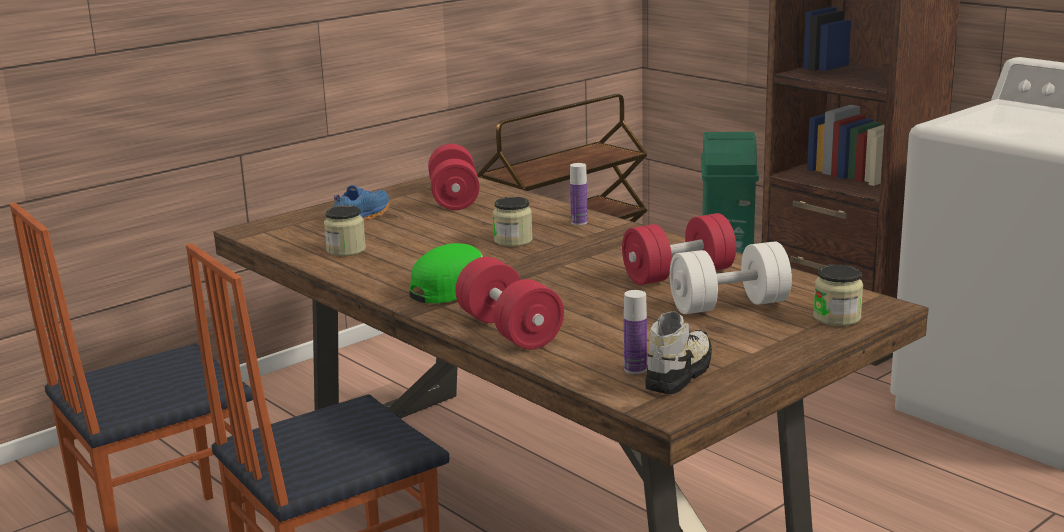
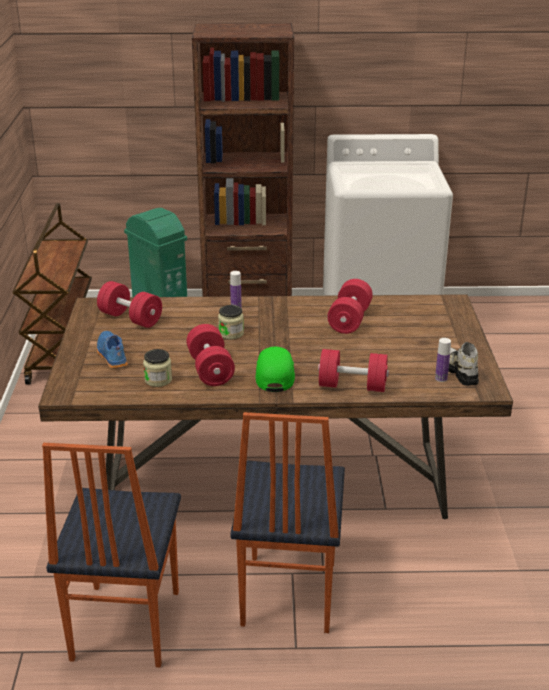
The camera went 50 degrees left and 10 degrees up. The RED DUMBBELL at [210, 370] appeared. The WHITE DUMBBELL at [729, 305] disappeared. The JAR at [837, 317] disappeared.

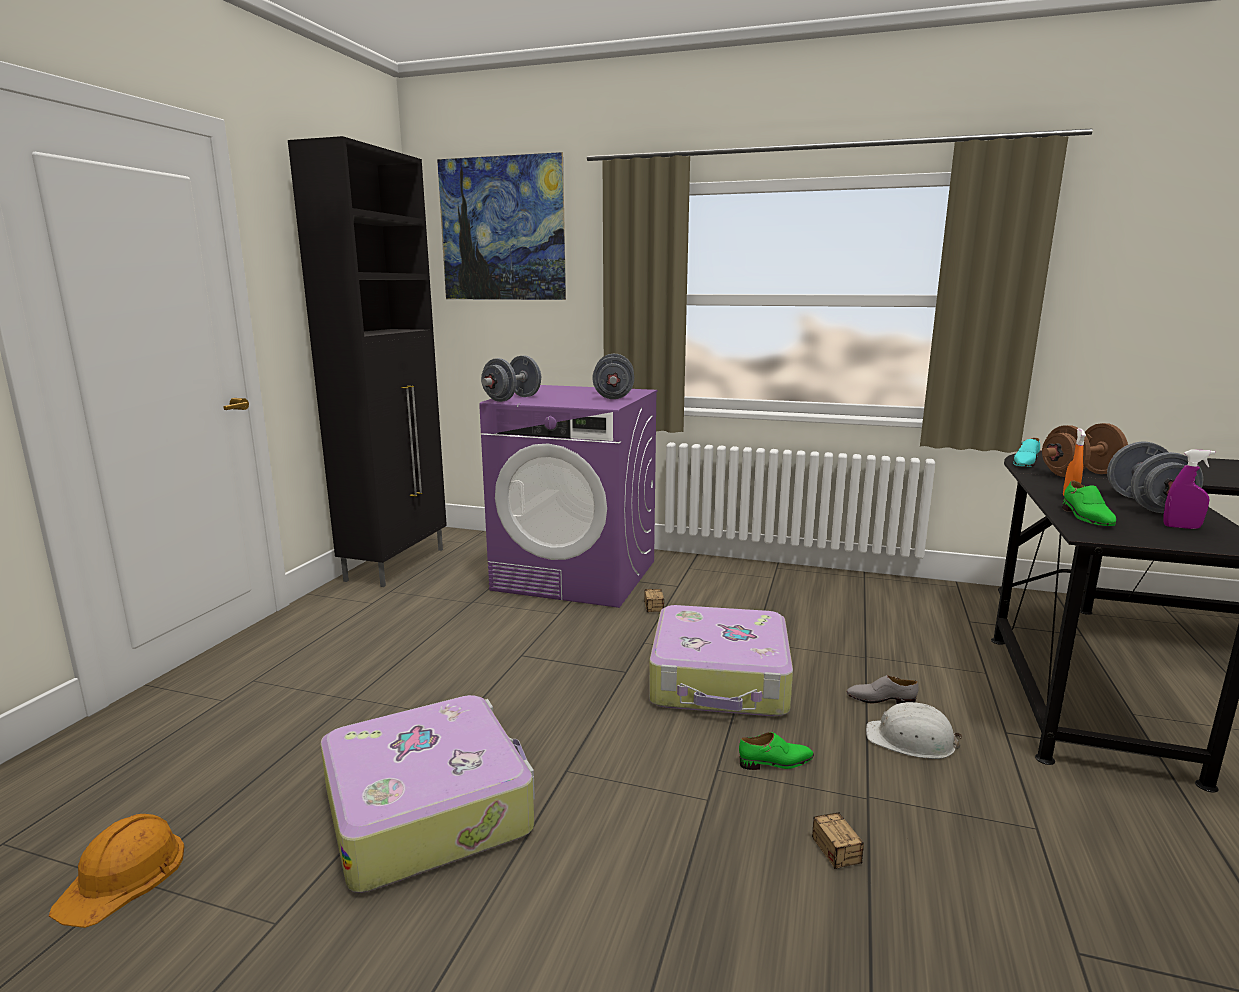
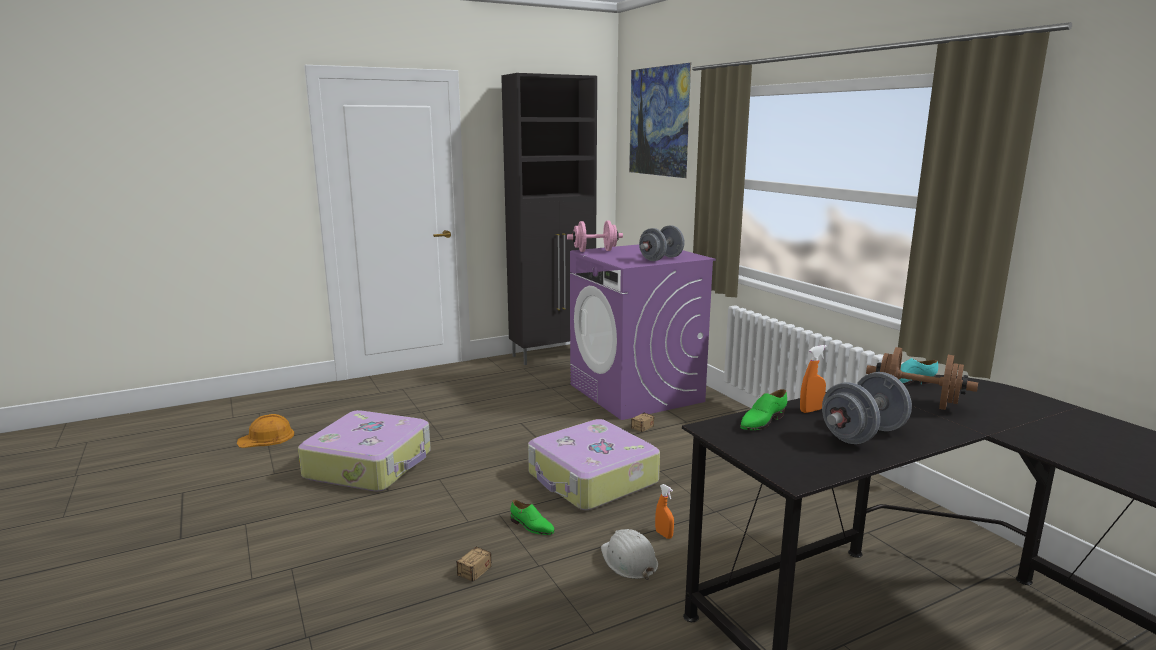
The camera went 45 degrees right and 0 degrees up. The GREY DUMBBELL at [512, 399] became the PINK DUMBBELL at [595, 251]. The GREY SHOE at [880, 699] was replaced by the ORANGE SPRAY BOTTLE at [664, 534]. The PURPLE SPRAY BOTTLE at [1181, 527] disappeared.

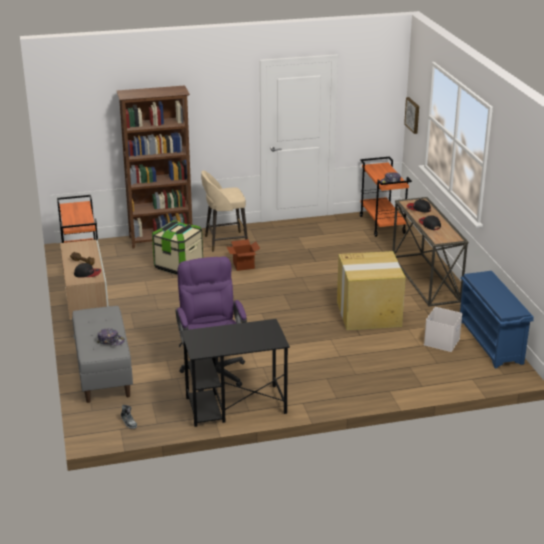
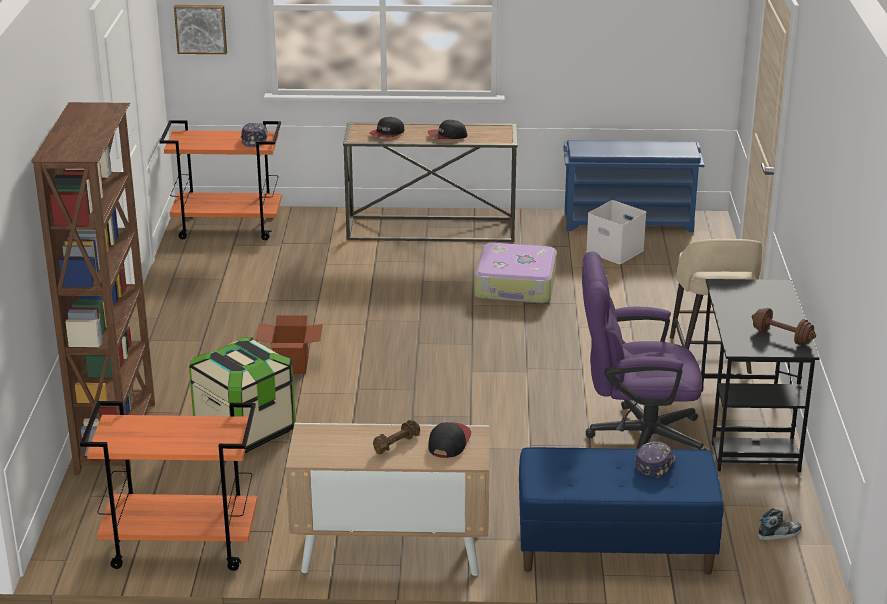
The camera went 75 degrees left and 0 degrees up. The CARDBOARD BOX at [369, 314] was replaced by the SUITCASE at [516, 286]. The GREY BENCH at [103, 372] became the BLUE BENCH at [614, 549]. The BEIGE STOOL moved from [224, 242] to [710, 356]. The BROWN DUMBBELL at [782, 337] appeared.

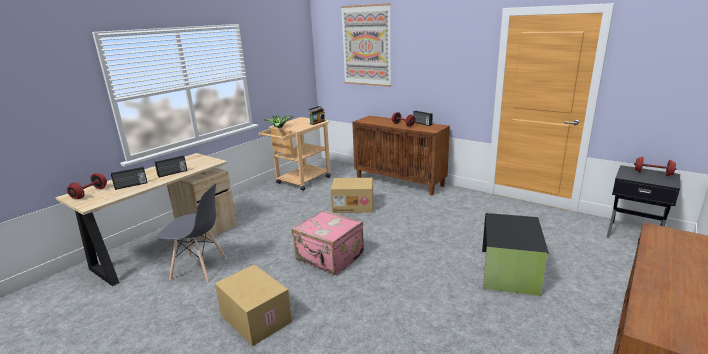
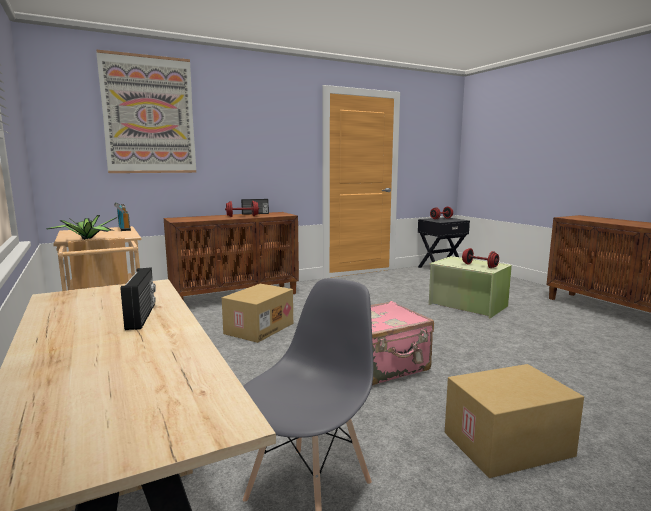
The camera went 65 degrees left and 10 degrees down. The BLACK STORAGE BOX at [510, 271] became the GREEN STORAGE BOX at [467, 305]. The RED DUMBBELL moved from [89, 193] to [479, 266]. The RADIO at [131, 185] disappeared.

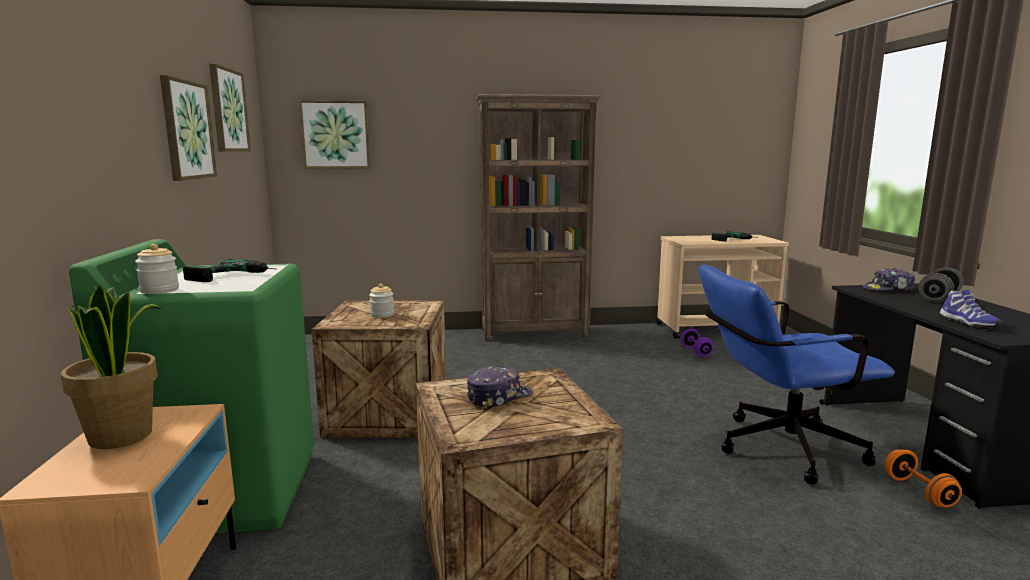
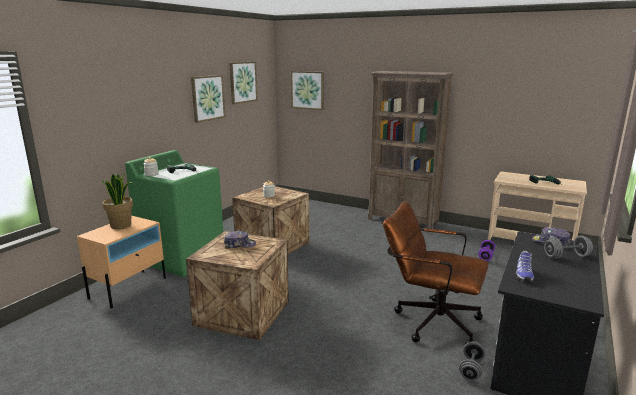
The camera went 35 degrees right and 5 degrees up. The BLUE OFFICE CHAIR at [776, 448] became the BROWN OFFICE CHAIR at [430, 320]. The ORANGE DUMBBELL at [919, 492] became the GREY DUMBBELL at [471, 369].

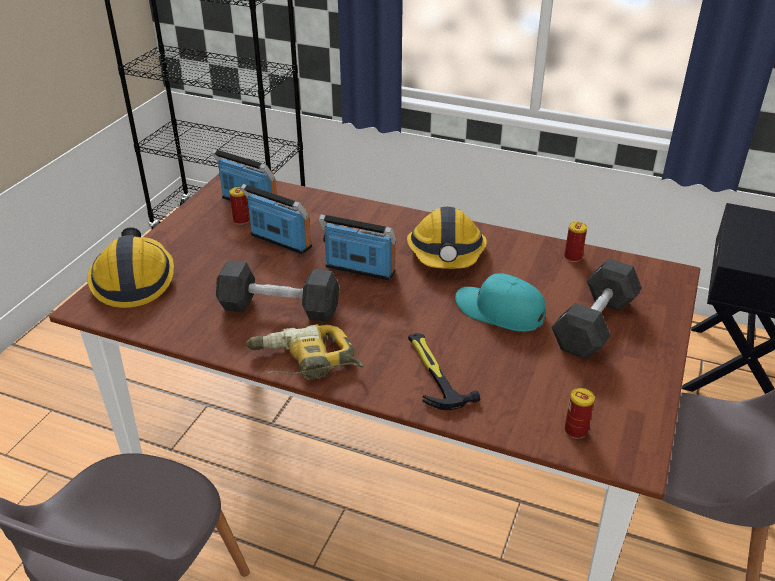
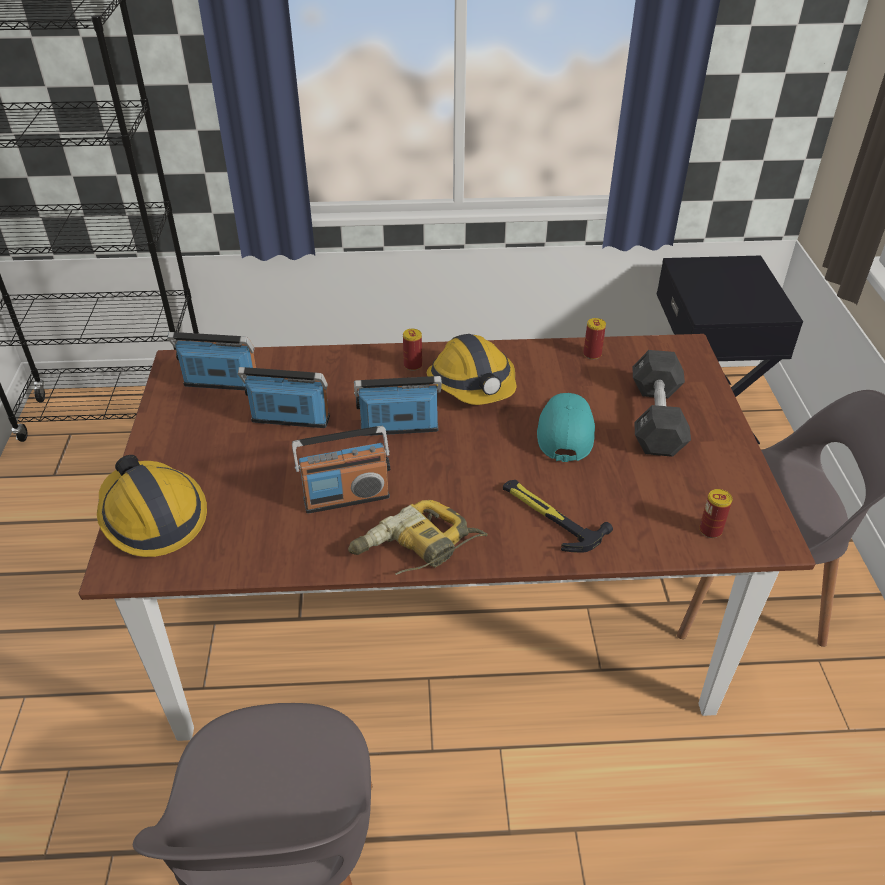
The camera went 25 degrees left and 5 degrees up. The BLACK DUMBBELL at [279, 308] was replaced by the RADIO at [346, 497]. The CAN moved from [241, 220] to [413, 365]. The TURQUOISE CAP at [499, 311] turned 90 degrees clockwise.

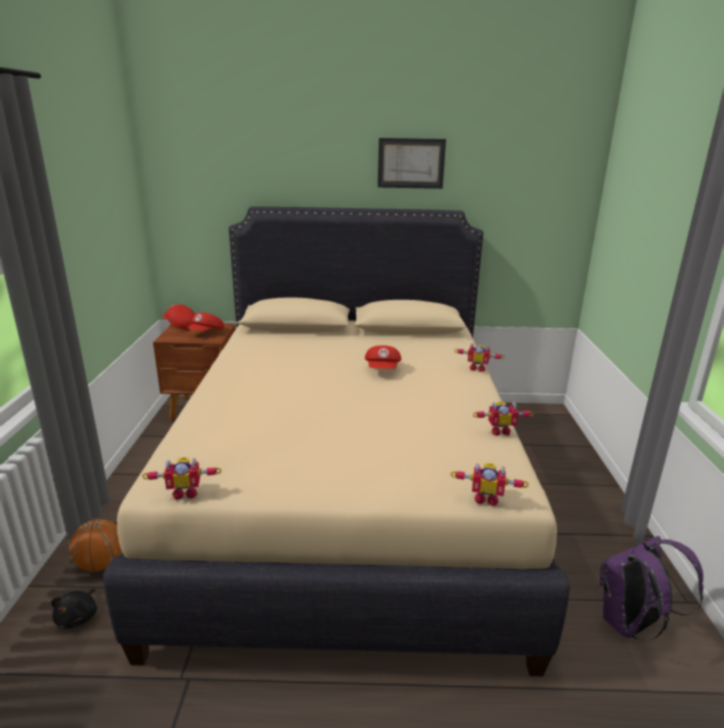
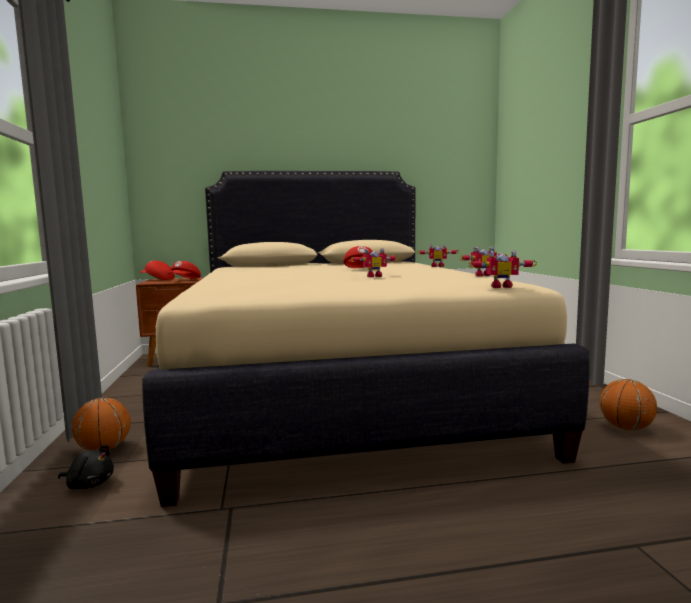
The camera went 10 degrees left and 15 degrees down. The BLACK PLUSH TOY at [78, 617] turned 75 degrees counterclockwise. The TOY ROBOT moved from [185, 492] to [373, 276]. The PURPLE BACKPACK at [631, 625] was replaced by the BASKETBALL at [626, 428]. The PICTURE at [411, 163] disappeared.

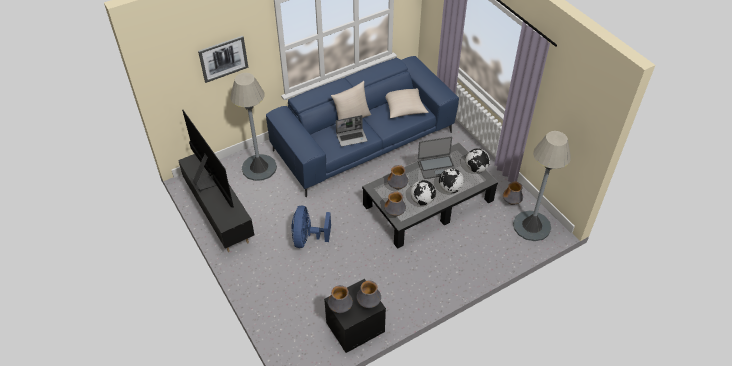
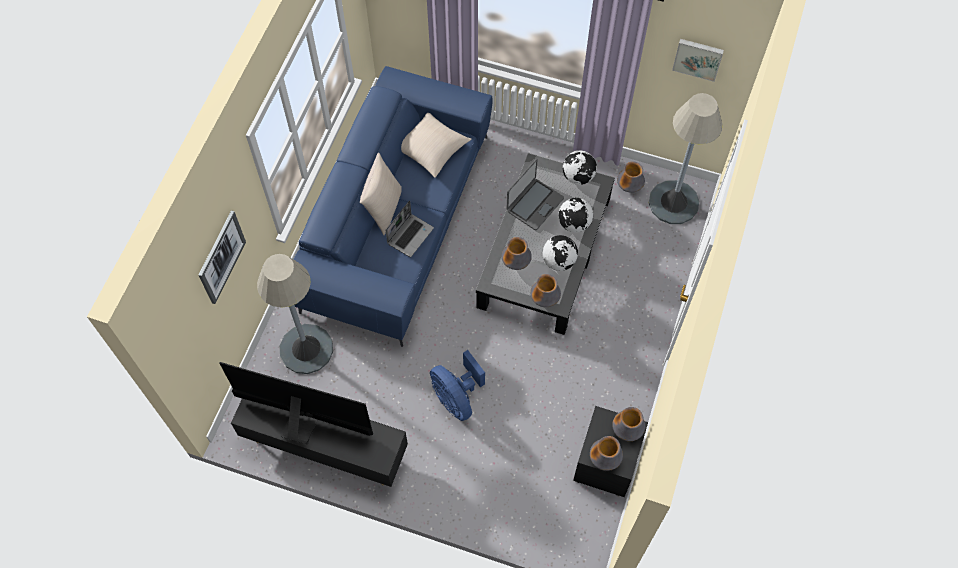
The camera went 40 degrees left and 15 degrees up. The PICTURE at [698, 58] appeared.

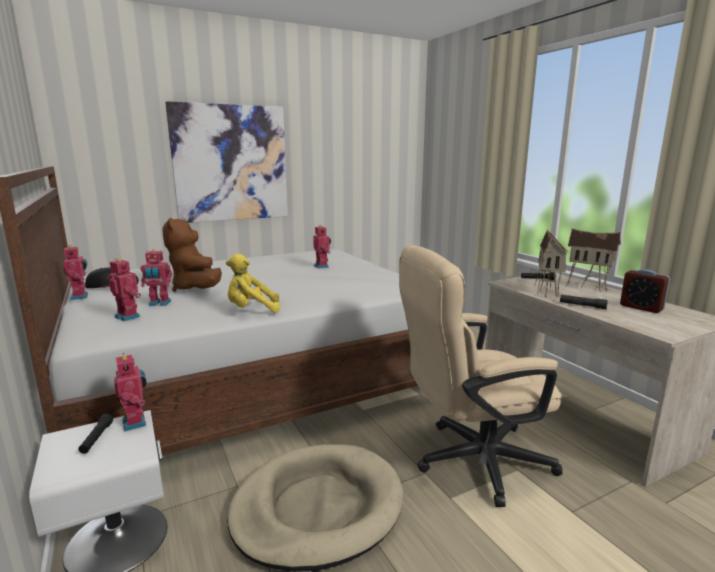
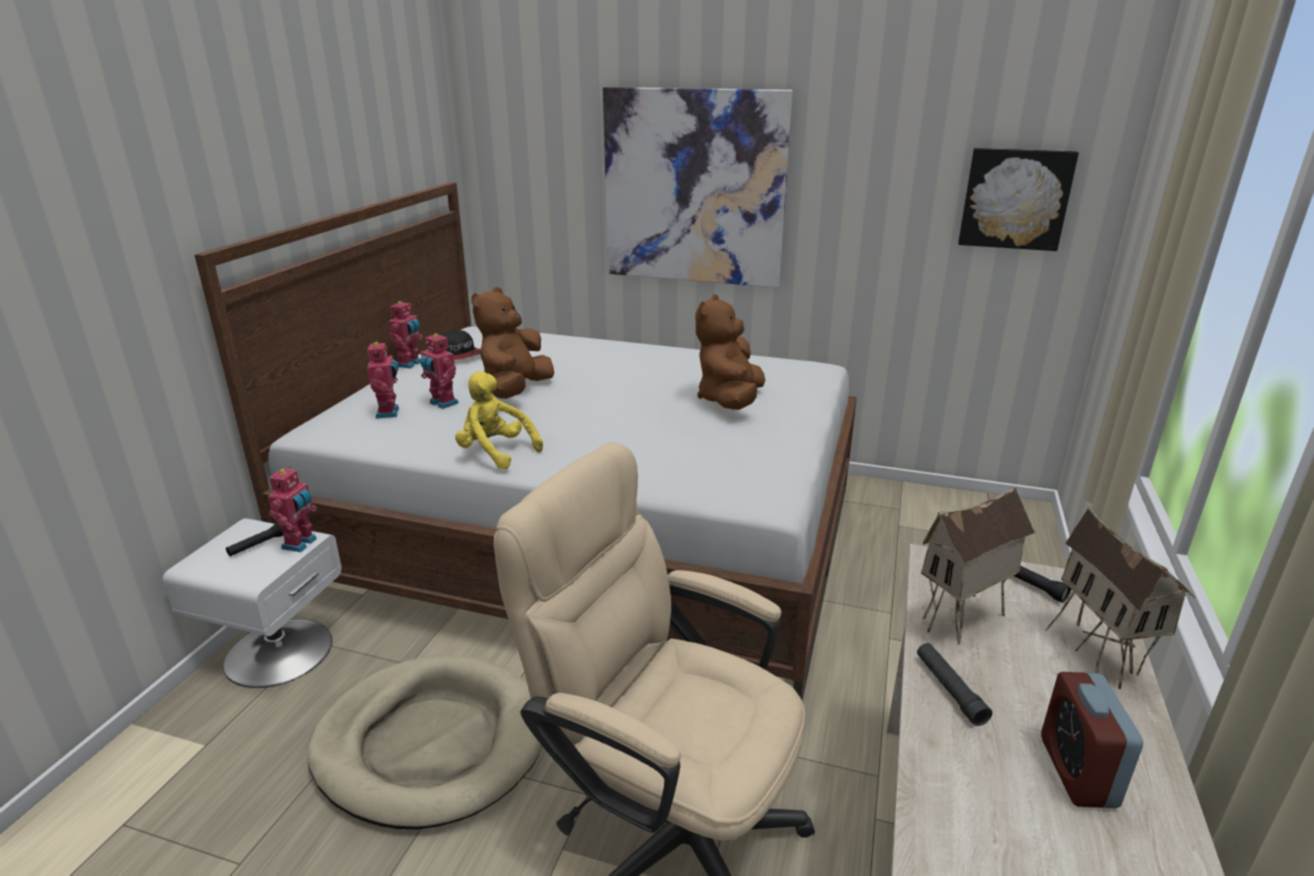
The camera went 45 degrees right and 10 degrees up. The TOY ROBOT at [322, 266] was replaced by the BROWN PLUSH TOY at [730, 401]. The PICTURE at [1015, 199] appeared.

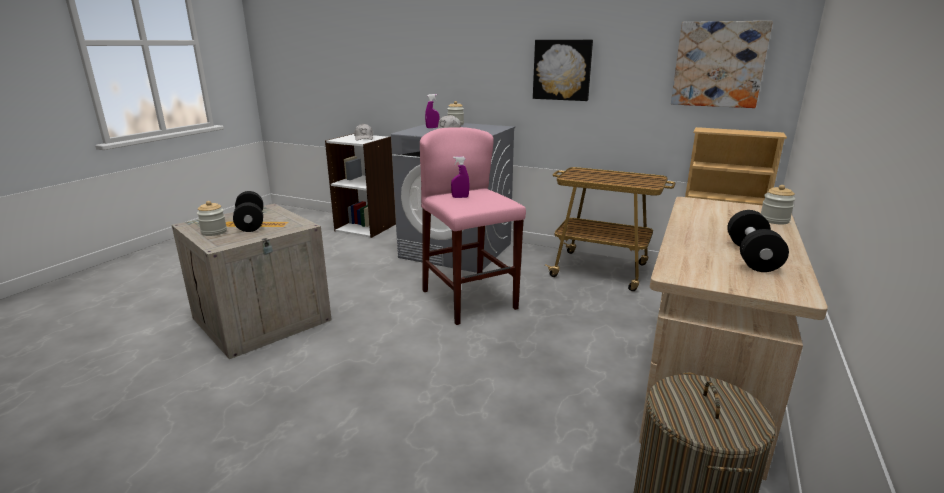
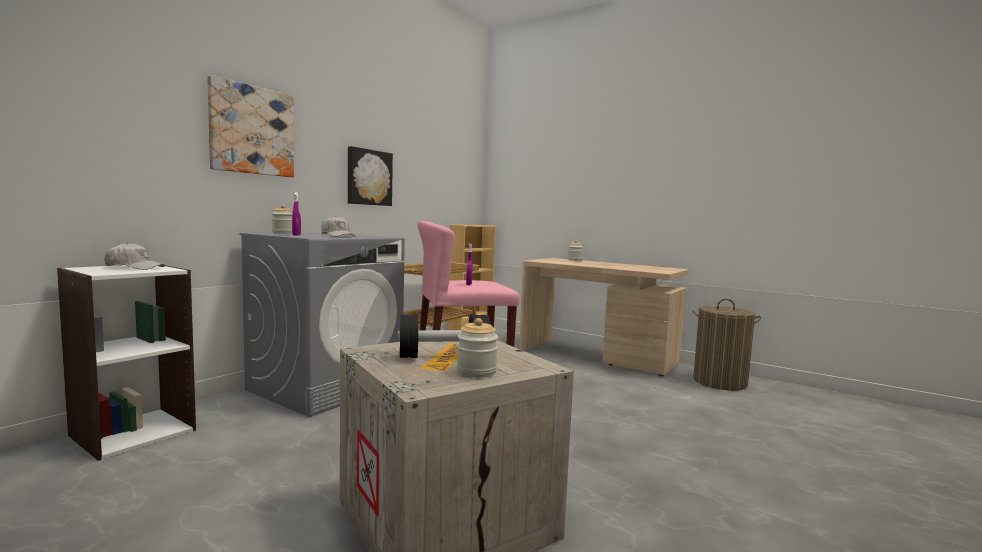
The camera went 80 degrees left and 15 degrees down. The PICTURE moved from [718, 64] to [252, 130]. The BLACK DUMBBELL at [751, 256] disappeared.

